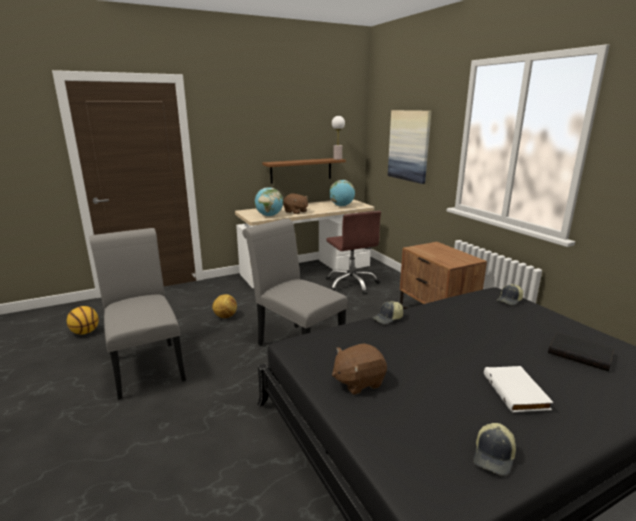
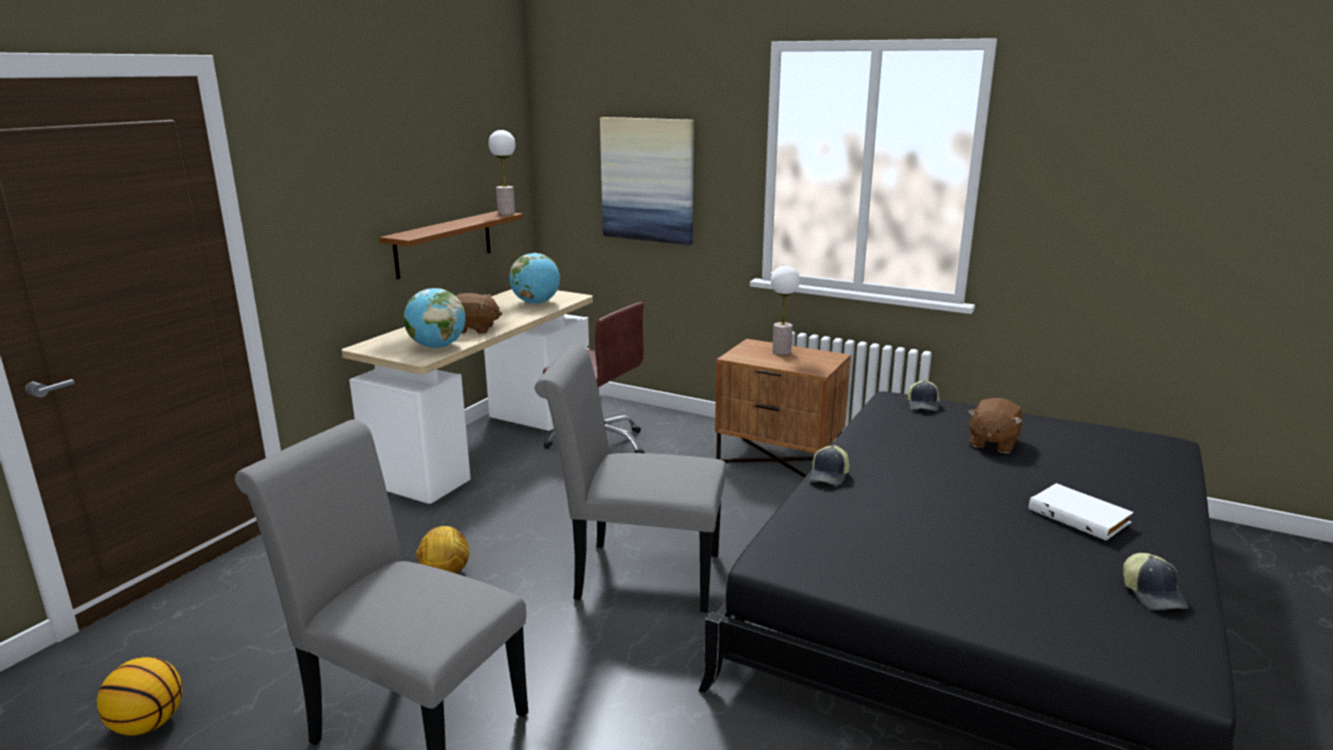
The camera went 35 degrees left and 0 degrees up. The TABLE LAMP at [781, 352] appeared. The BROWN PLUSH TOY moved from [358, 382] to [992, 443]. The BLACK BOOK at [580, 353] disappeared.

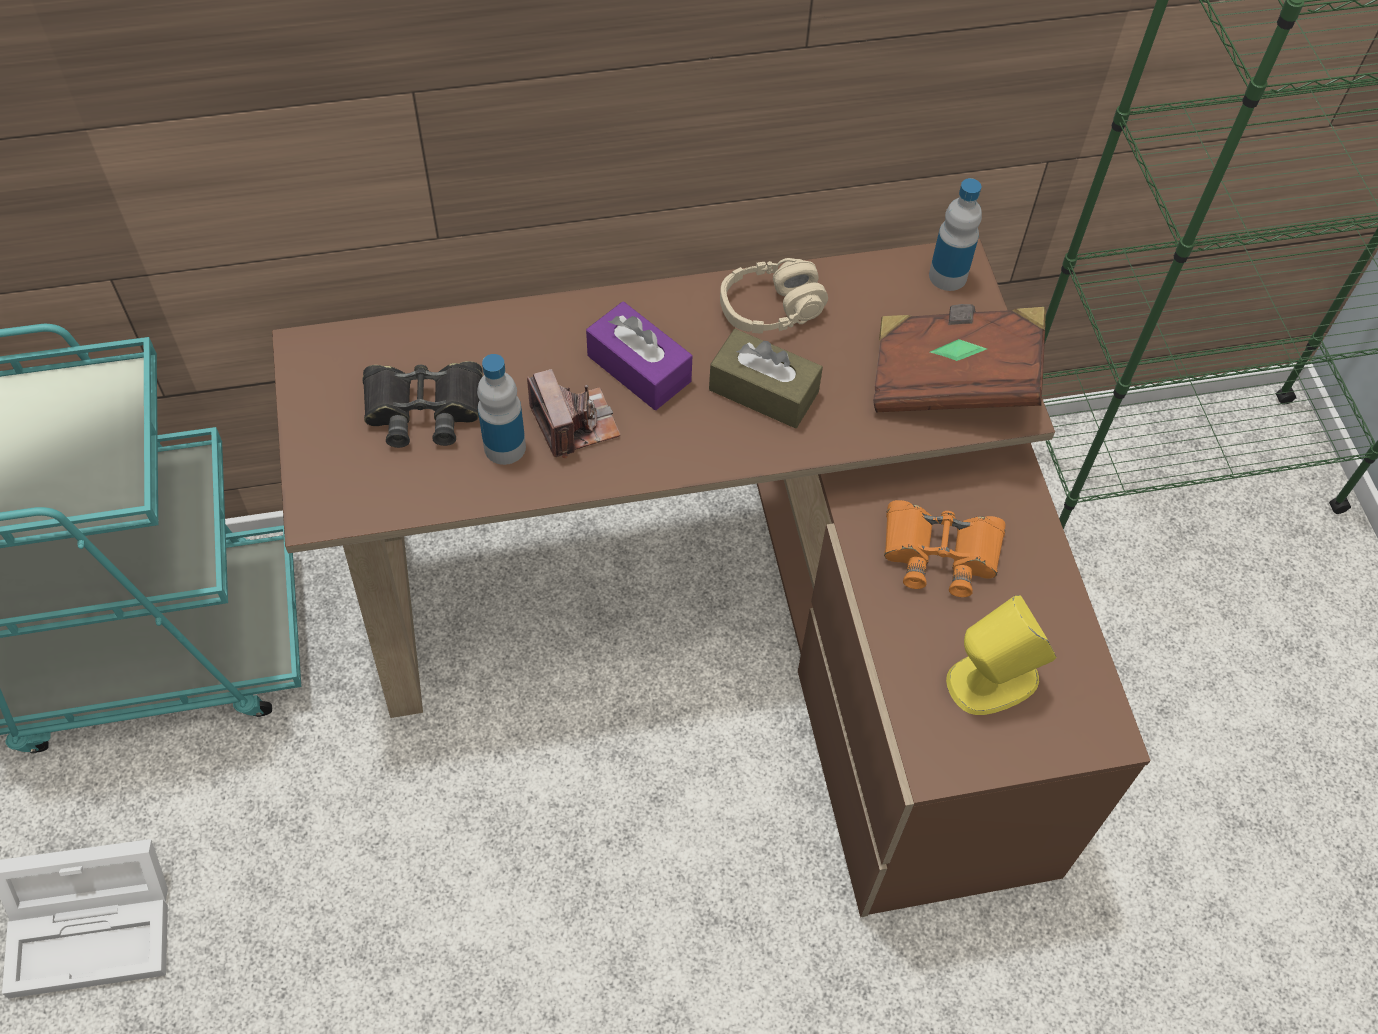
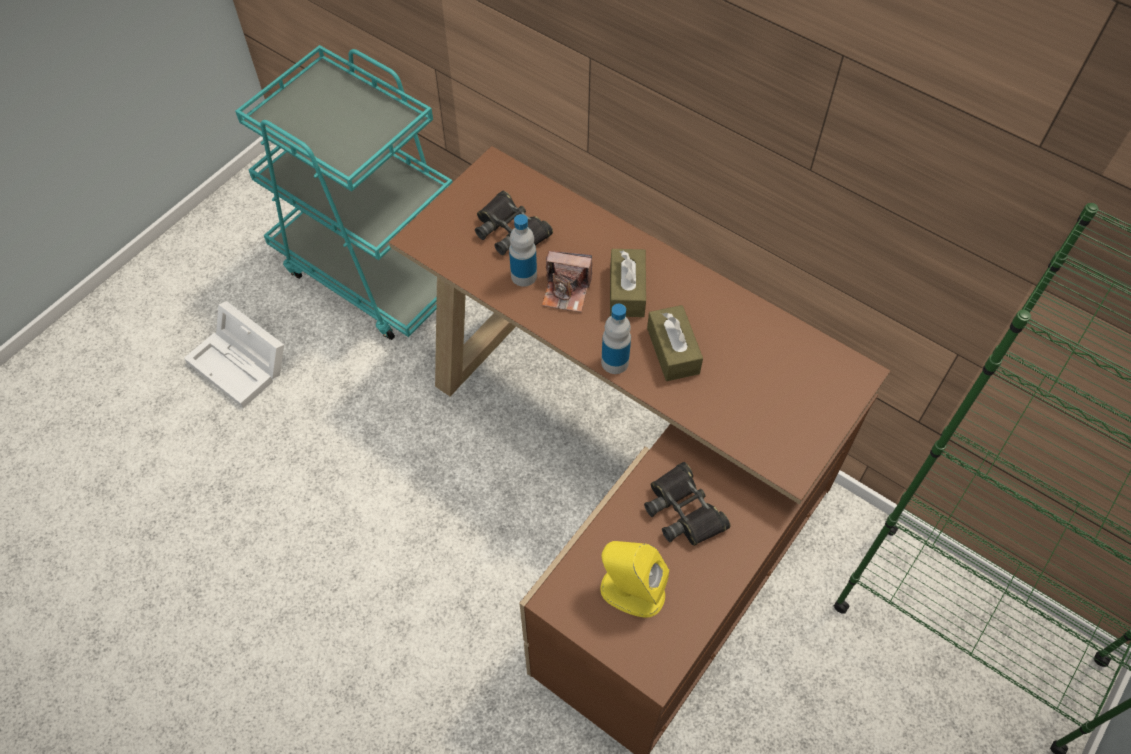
The camera went 50 degrees right and 0 degrees up. The PHOTO CAMERA at [574, 423] turned 75 degrees clockwise. The BOTTLE moved from [948, 276] to [615, 362]. The PURPLE TISSUE BOX at [639, 368] became the BROWN TISSUE BOX at [627, 291]. The ORANGE BINOCULARS at [940, 553] became the BLACK BINOCULARS at [684, 510]. The BEIGE HEADPHONES at [771, 308] disappeared. The BROWN BOOK at [953, 380] disappeared.

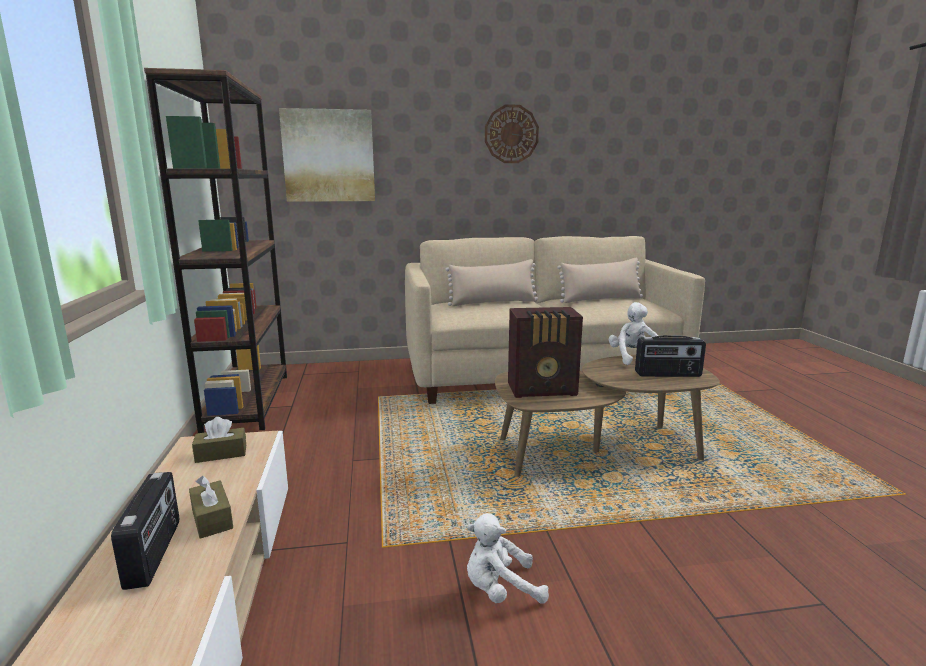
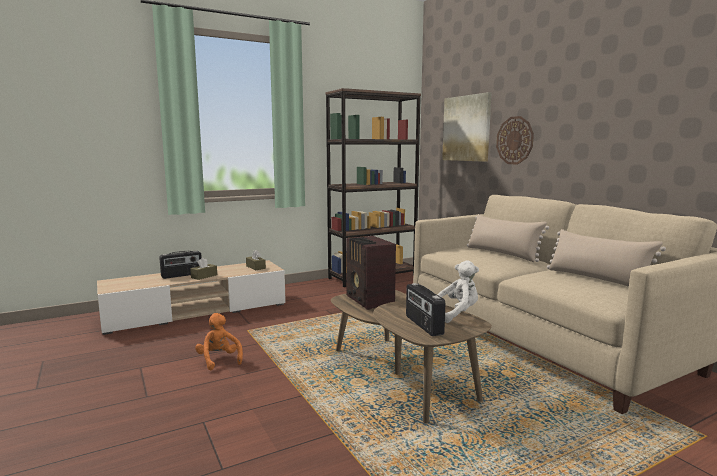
The camera went 70 degrees right and 5 degrees down. The WHITE PLUSH TOY at [500, 590] became the ORANGE PLUSH TOY at [219, 360]. The WALL CLOCK moved from [511, 134] to [514, 140].

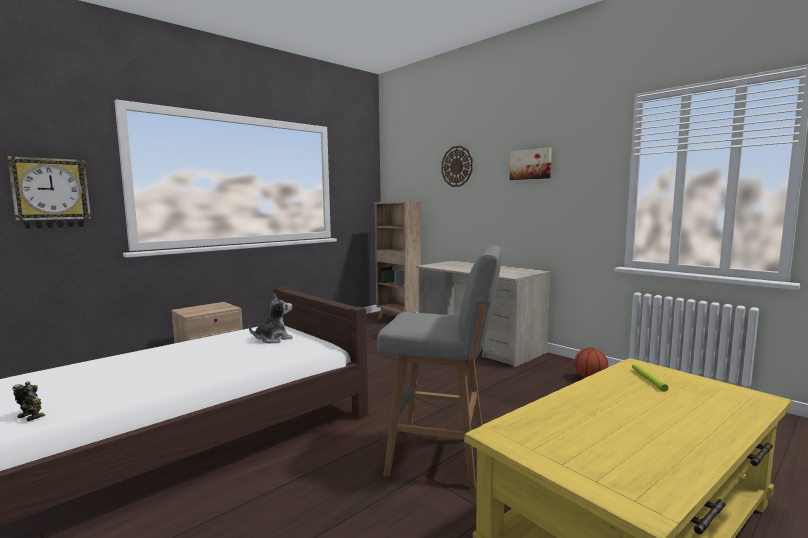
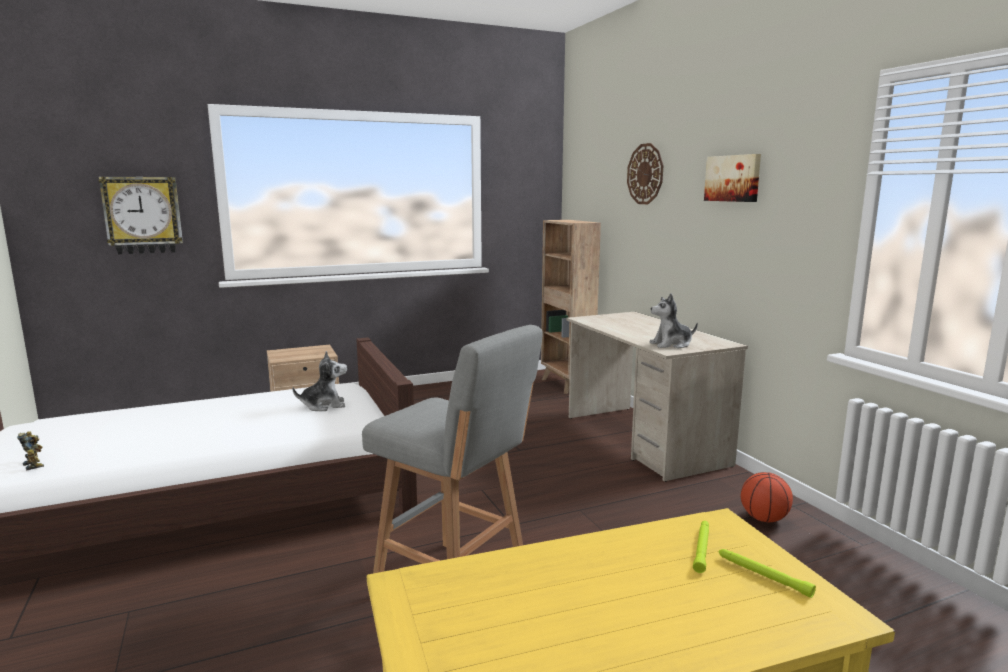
The camera went 20 degrees right and 5 degrees up. The PLUSH TOY at [671, 344] appeared. The GREEN FLASHLIGHT at [763, 575] appeared.

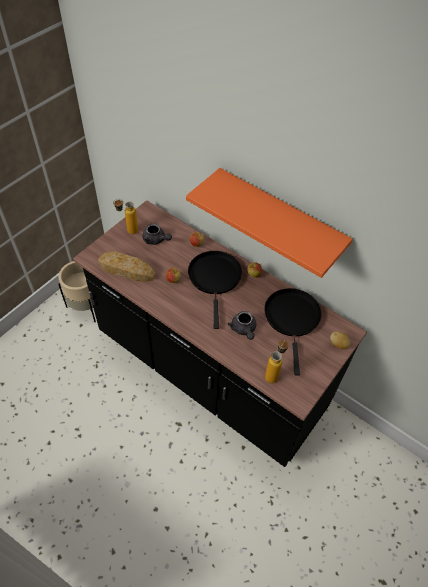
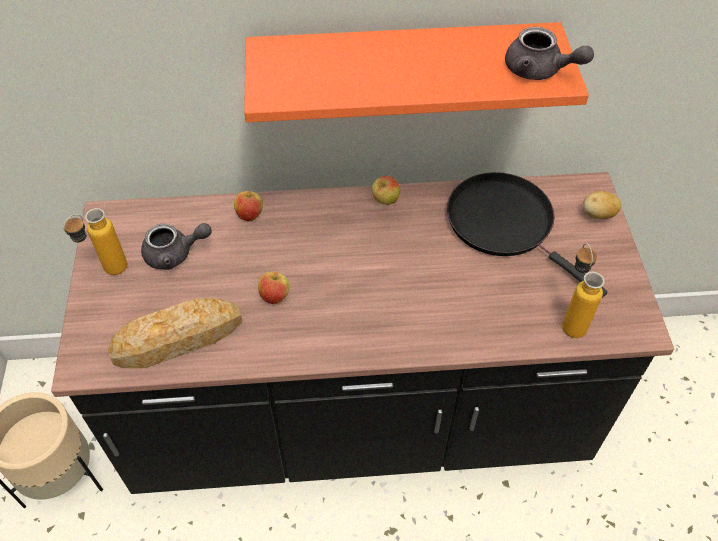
The camera went 40 degrees left and 0 degrees up. The GREY TEAPOT moved from [243, 330] to [539, 71]. The BLACK FRYING PAN at [215, 278] disappeared.

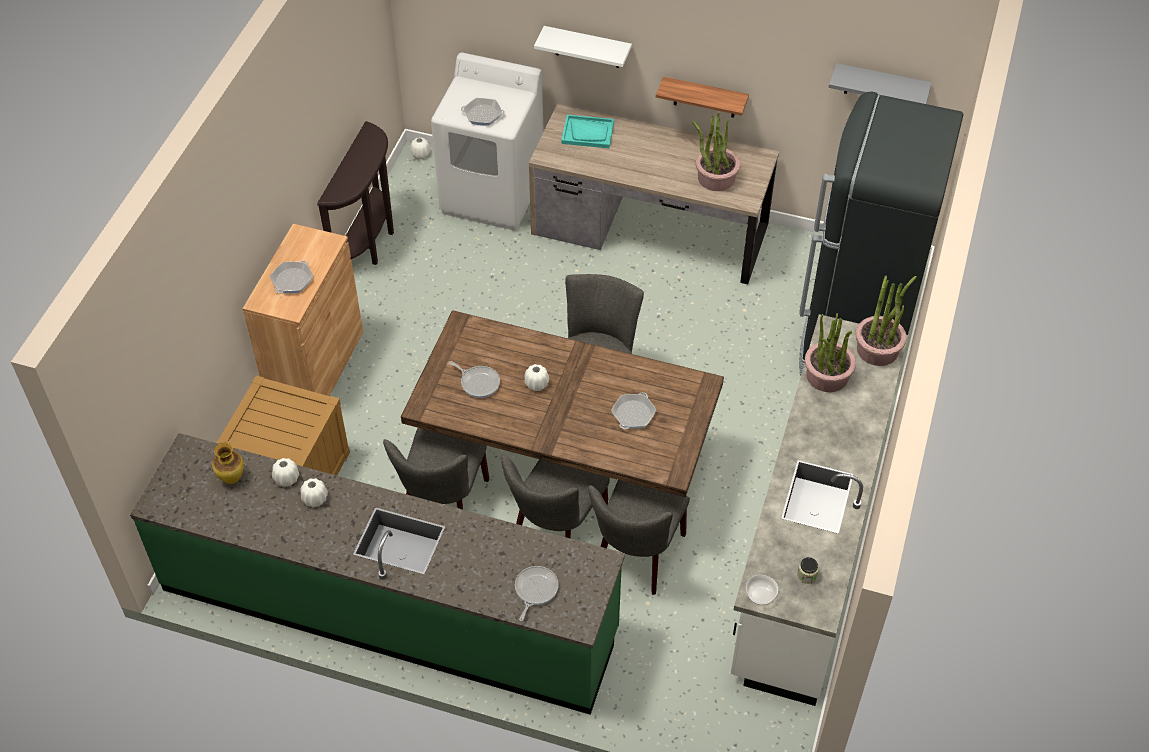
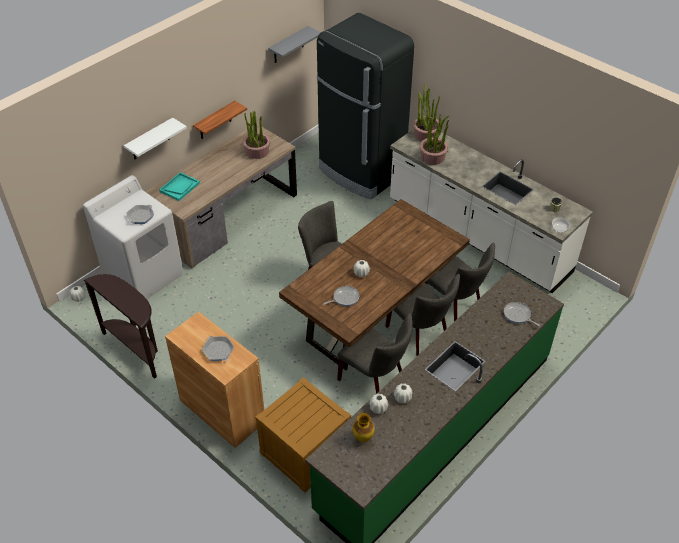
The camera went 65 degrees left and 5 degrees down. The FRYING PAN at [633, 414] disappeared.

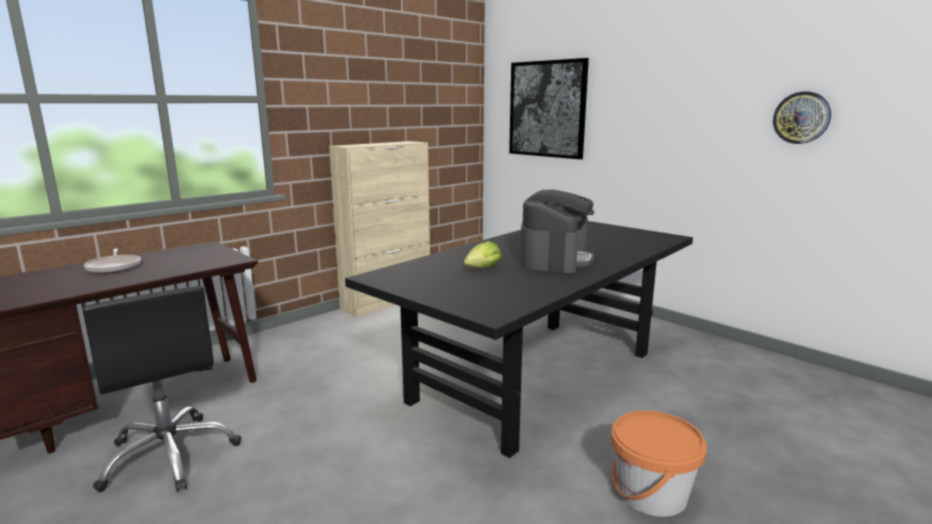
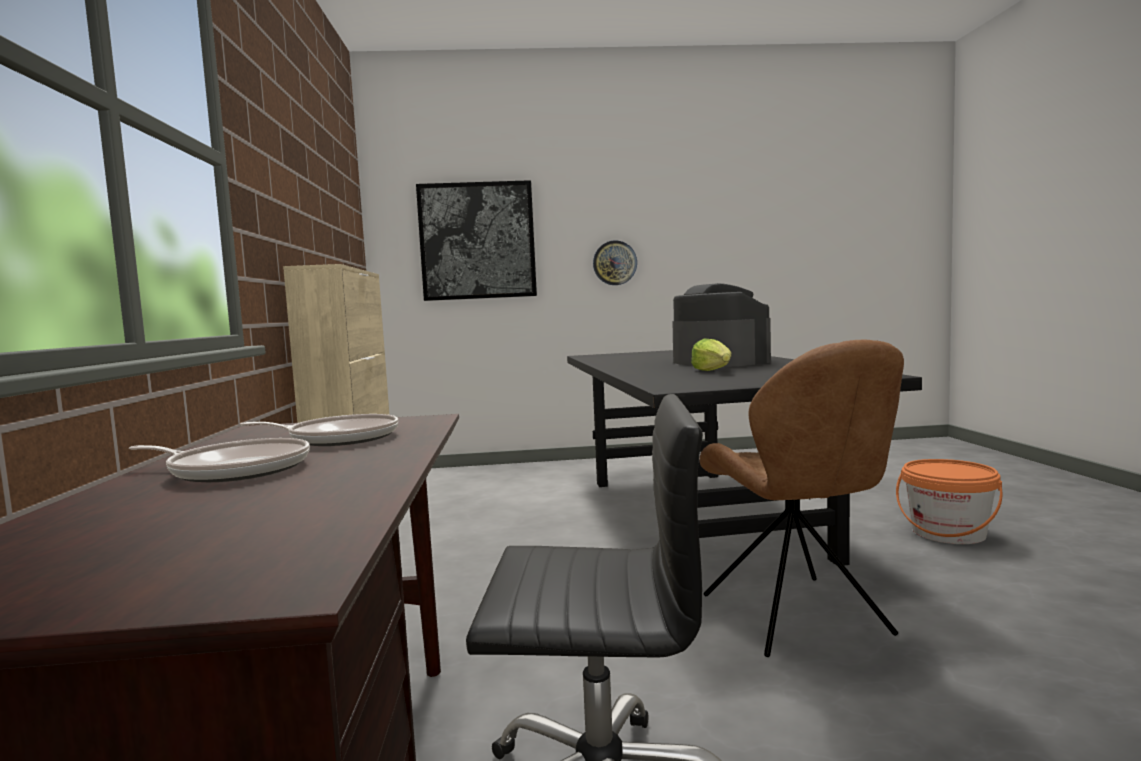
The camera went 50 degrees left and 10 degrees down. The FRYING PAN at [339, 438] appeared. The WALL CLOCK moved from [801, 117] to [614, 263]. The BROWN CHAIR at [797, 617] appeared.

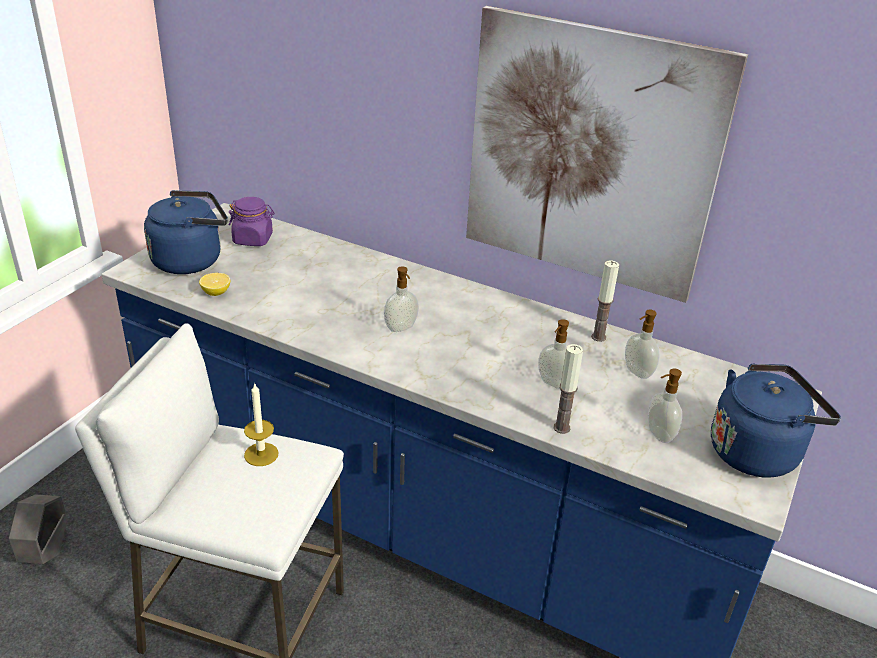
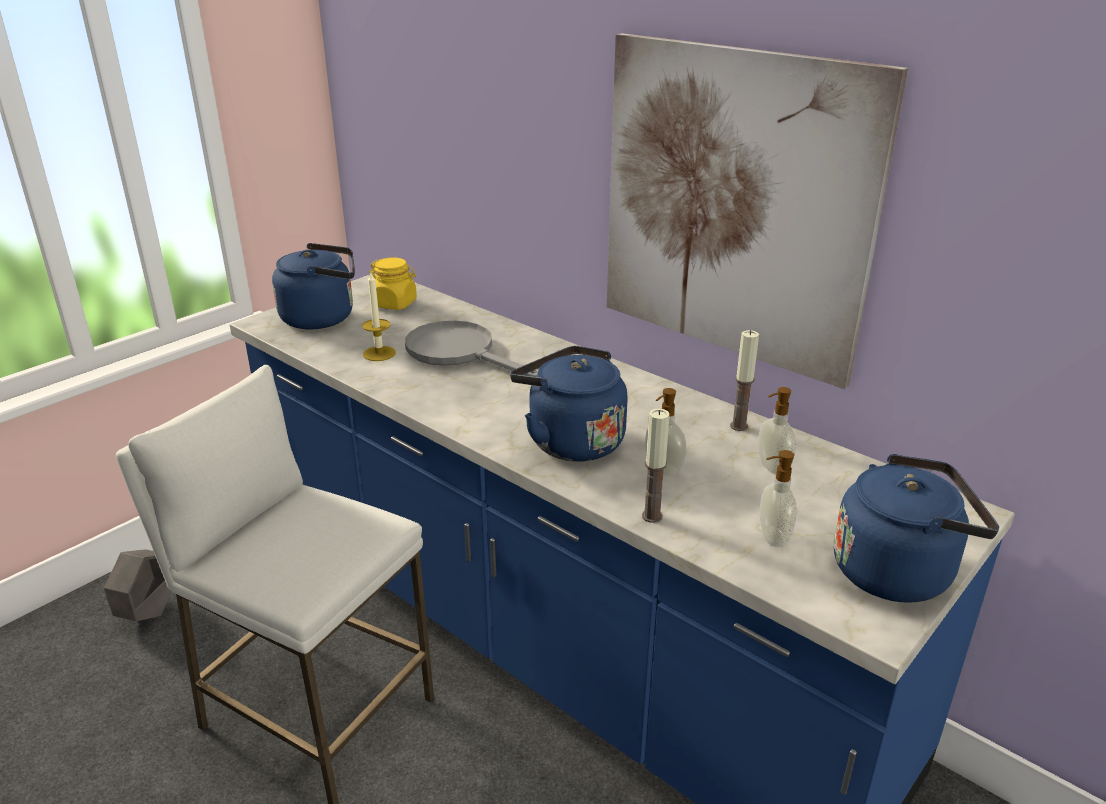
The camera went 15 degrees right and 5 degrees down. The CANDLE moved from [261, 454] to [379, 353]. The PURPLE JAR at [253, 239] became the YELLOW JAR at [394, 303]. The GREY FRYING PAN at [460, 353] appeared. The BLUE KETTLE at [571, 441] appeared. The LEMON at [216, 292] disappeared. The SOAP DISPENSER at [401, 328] disappeared.

